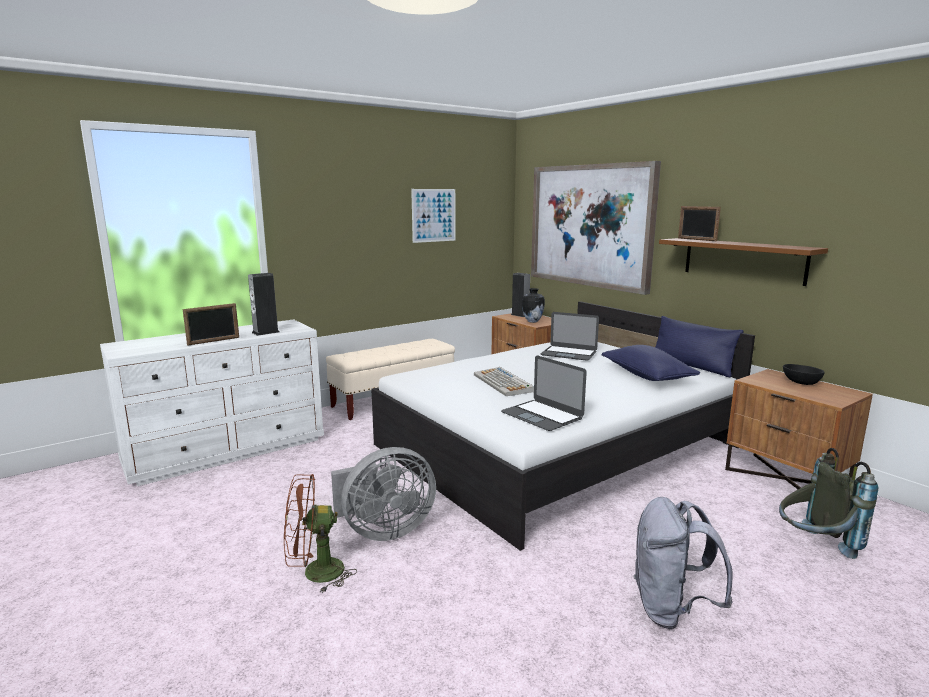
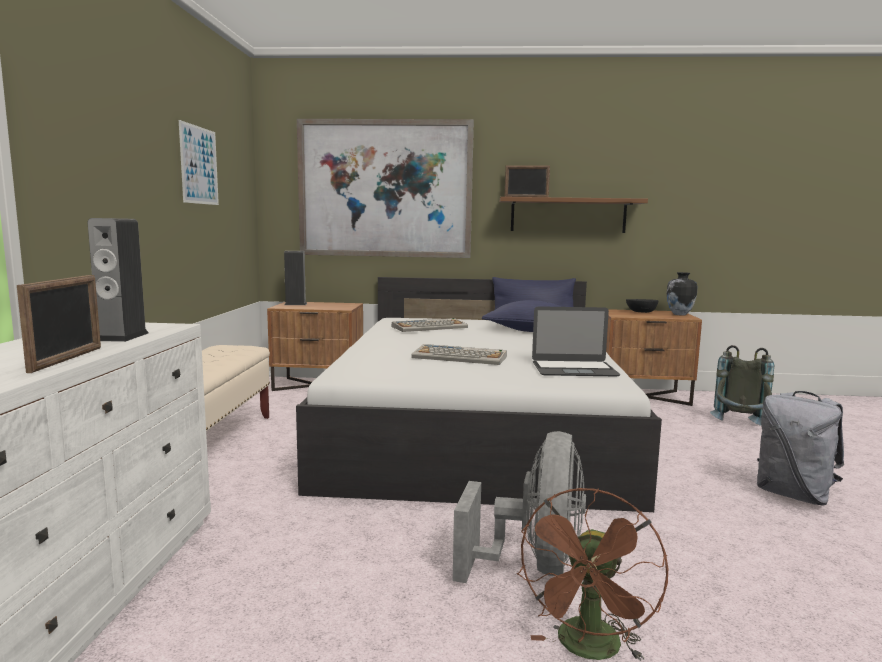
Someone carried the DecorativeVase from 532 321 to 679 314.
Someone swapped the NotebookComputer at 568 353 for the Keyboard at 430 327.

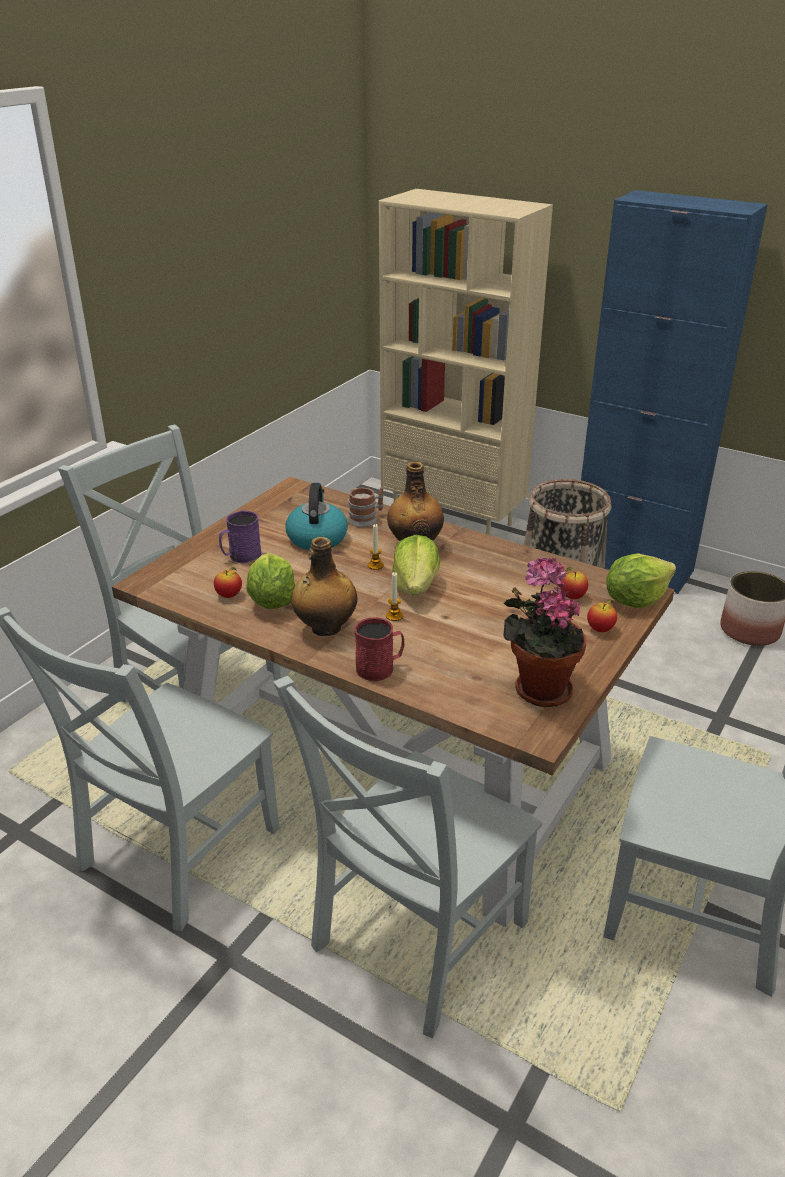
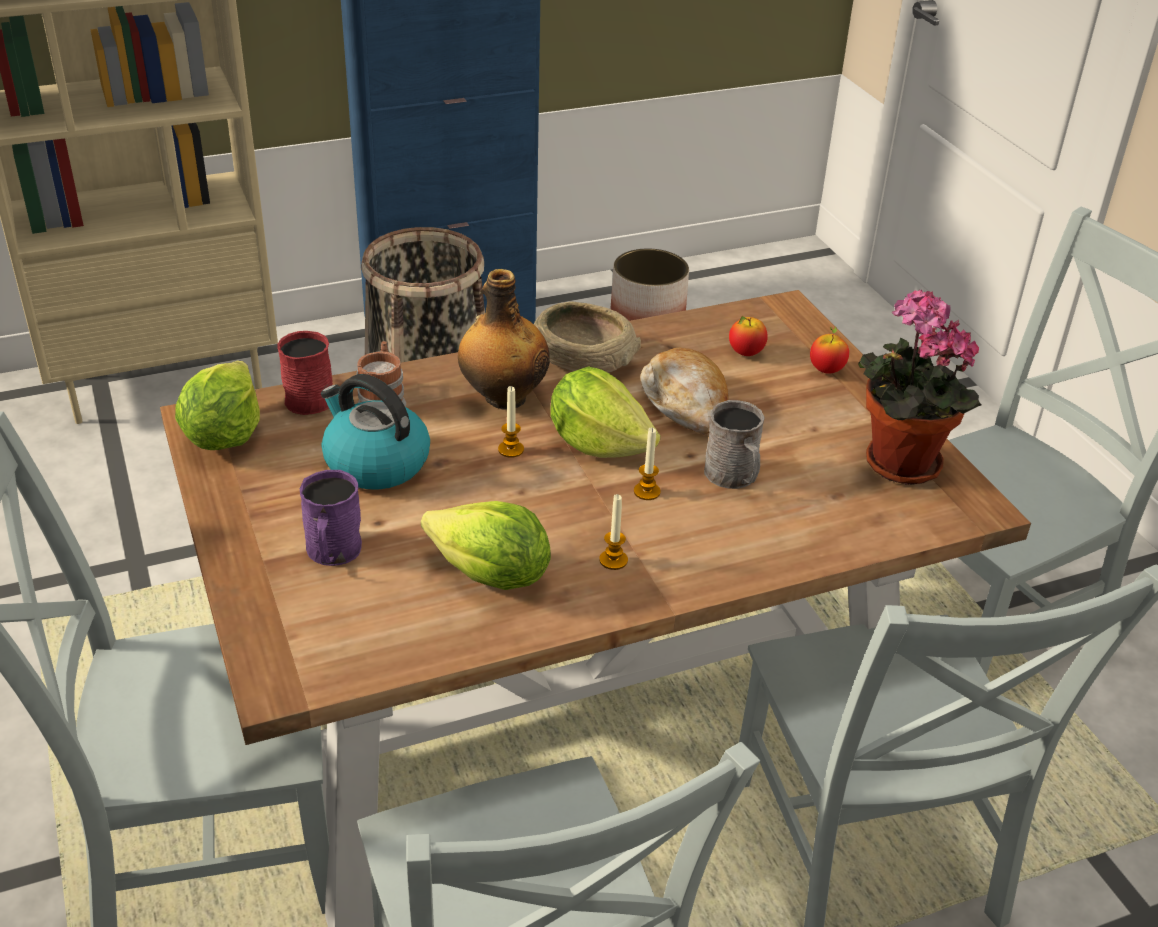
Someone took away the WholeApple at 229 595.
Someone put down the BeigeColouredServingBowl at 583 358.
Someone put down the Bread at 686 402.
Someone put down the GrayTeaMug at 734 477.
Someone carried the RedColouredTeaMug from 380 668 to 312 396.
Someone carried the LettuceHead from 635 600 to 224 435.
Someone swapped the DrinkBottle at 325 628 for the WaxLight at 613 560.

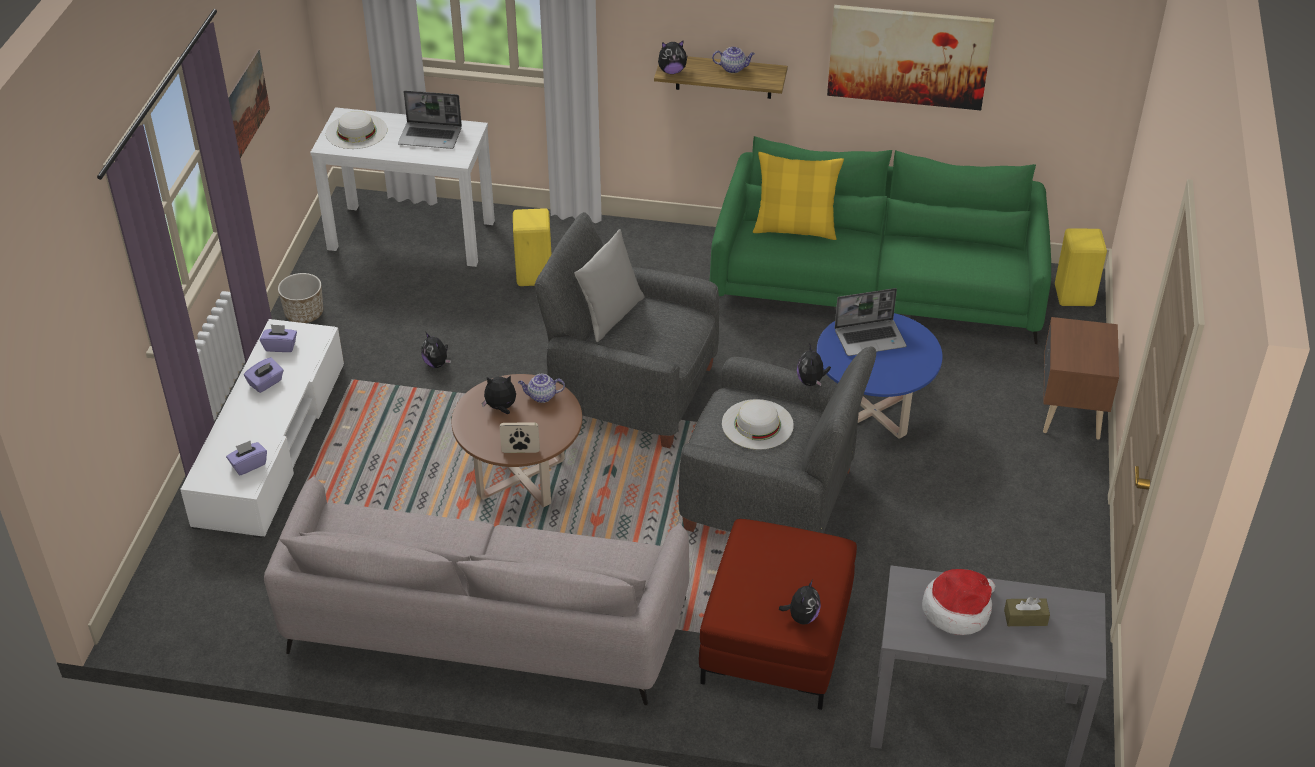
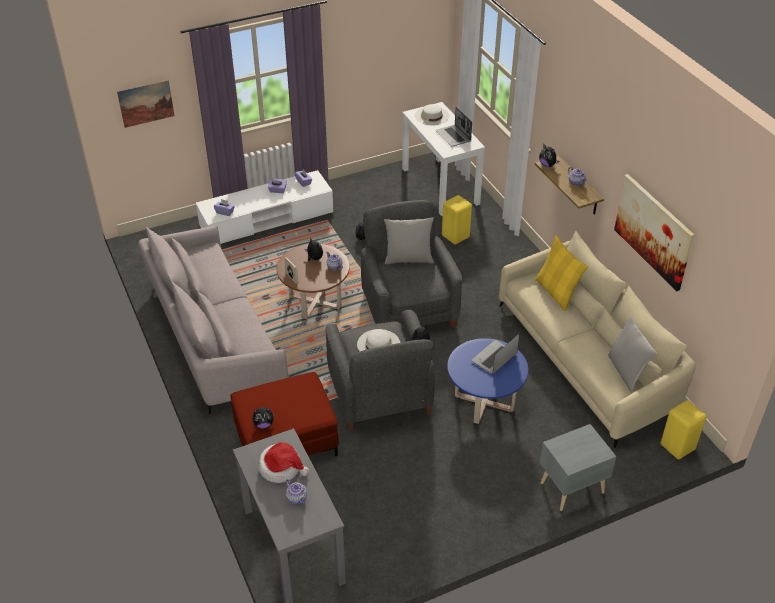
Someone took away the PlantPot at 304 314.
Someone put down the GrayCushion at 626 372.
Someone carried the WallArt from 247 103 to 146 103.
Someone swapped the BrownTissueBox at 1025 618 for the TeaPot at 297 498.
Someone repainted the GreenSofa at 877 287, which became the BeigeColouredSofa at 587 359.
Someone repainted the BrownBedsideTable at 1069 411, which became the GrayBedsideTable at 570 487.
Someone rotated the NotebookComputer at 870 338 by 90 degrees clockwise.

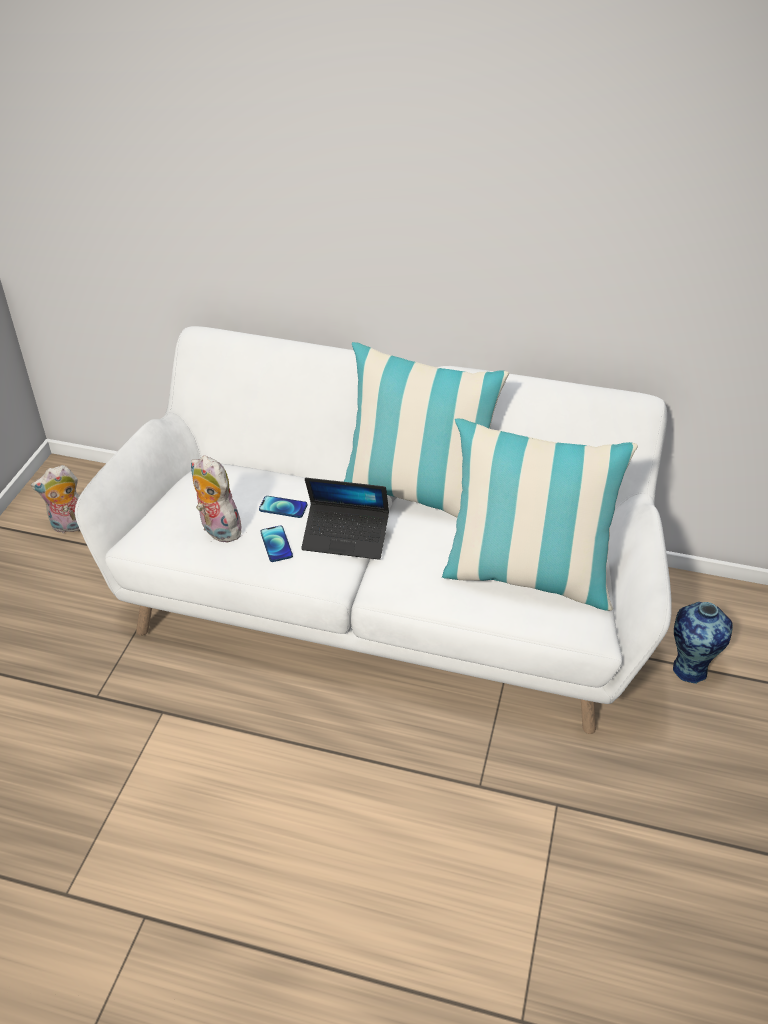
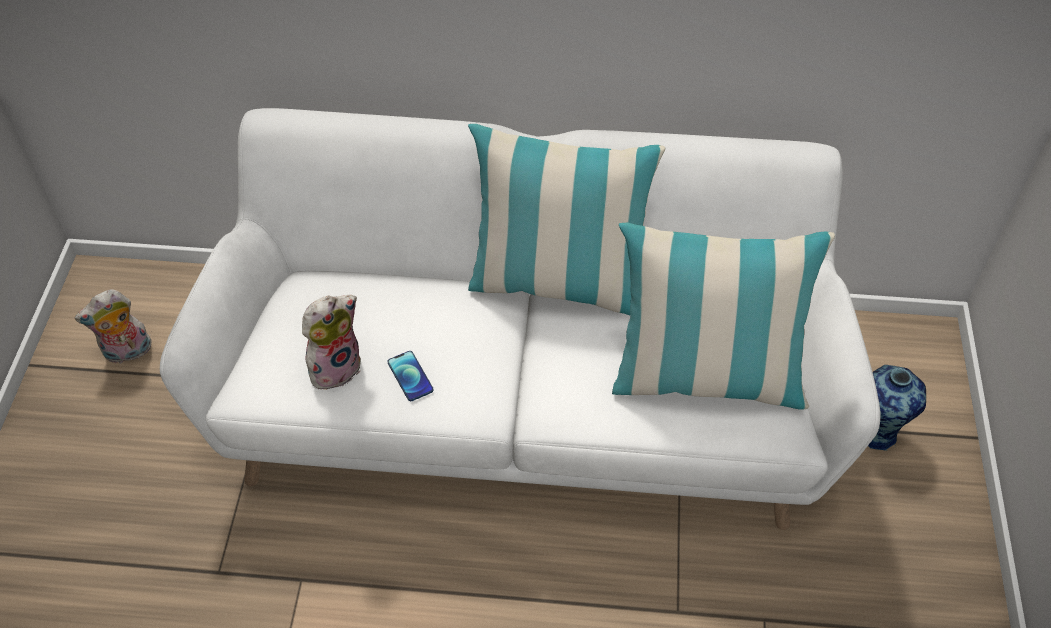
Someone took away the Phone at 283 507.
Someone took away the NotebookComputer at 346 537.
Someone rotated the SoftToy at 217 529 by 105 degrees clockwise.

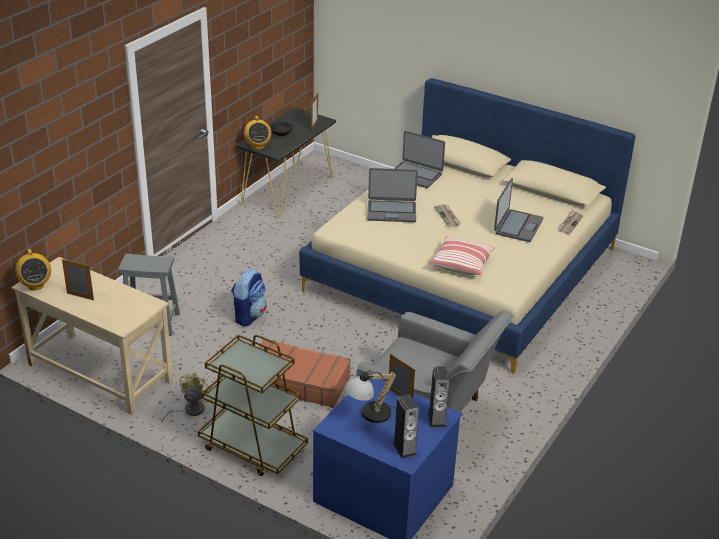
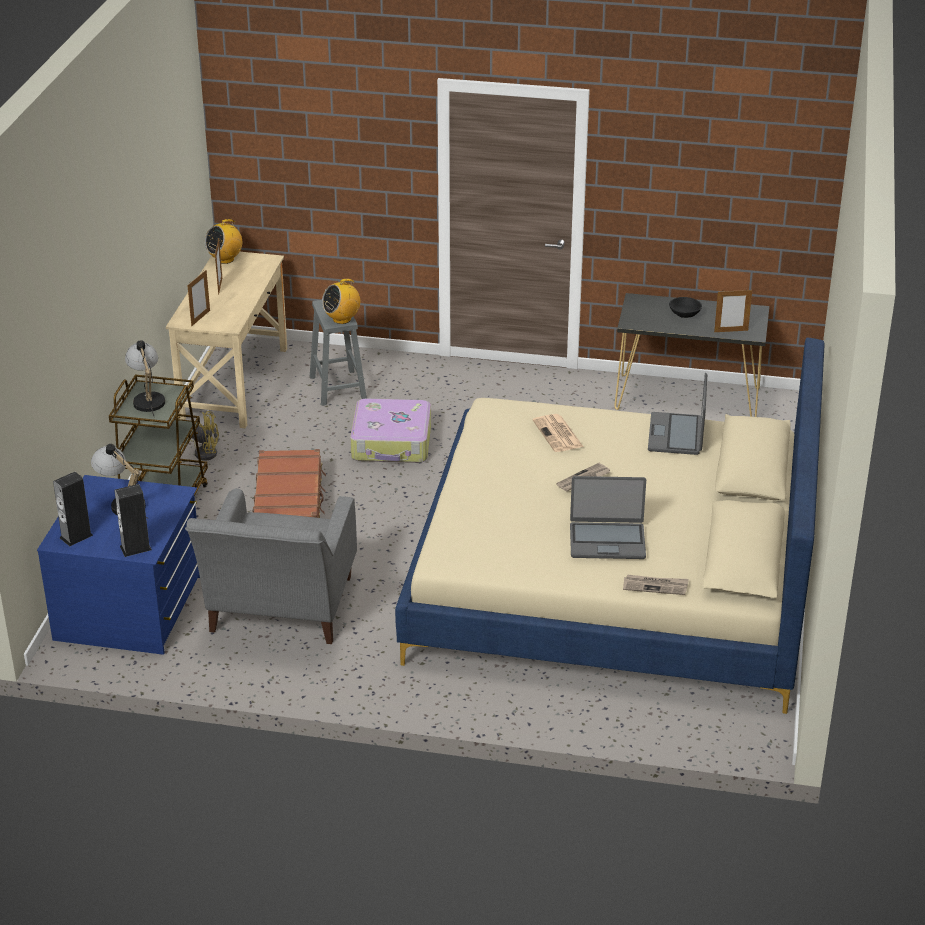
Someone took away the Cushion at 461 263.
Someone put down the LampForATable at 147 398.
Someone carried the Radio from 257 146 to 342 319.
Someone carried the PictureFrame from 400 396 to 200 318.
Someone swapped the Backpack at 249 315 for the TravelCase at 392 443.
Someone swapped the NotebookComputer at 391 211 for the DailyPaper at 558 434.

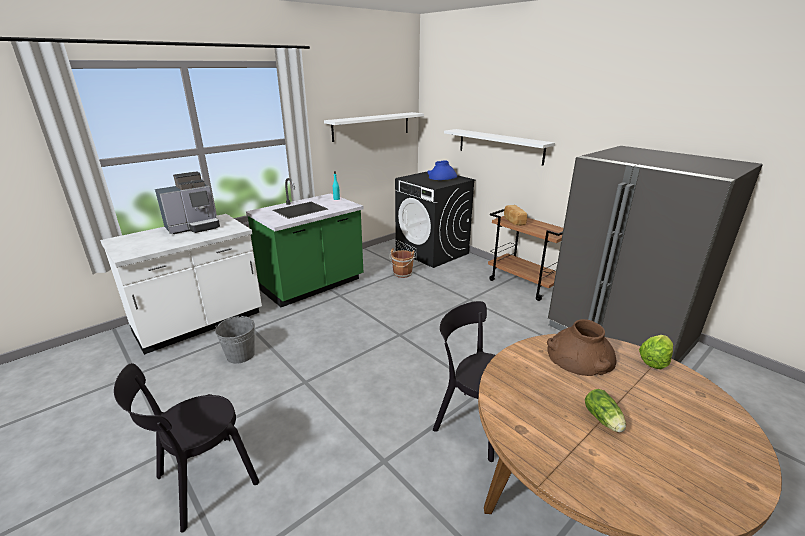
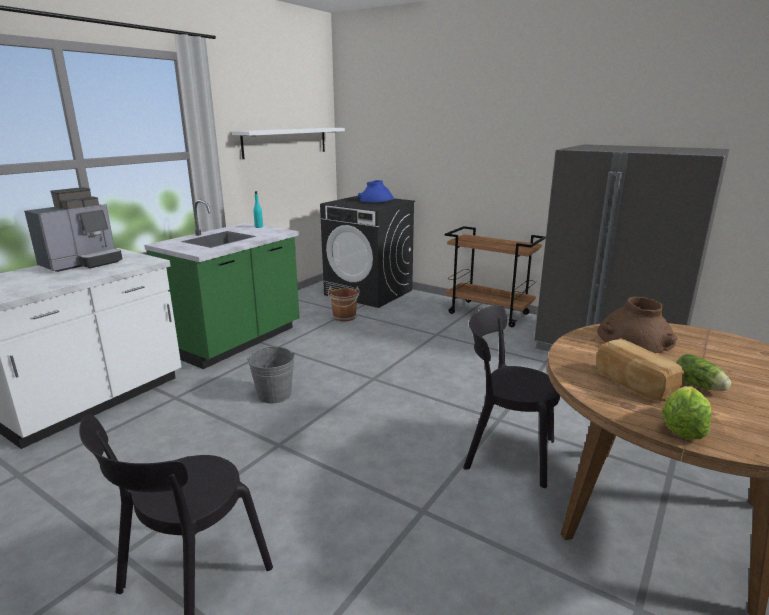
Someone took away the WhiteColouredWallShelf at 499 146.
Someone carried the GrayPail from 240 355 to 274 394.
Someone carried the Bread from 513 221 to 633 384.
Someone carried the LettuceHead from 654 361 to 682 428.

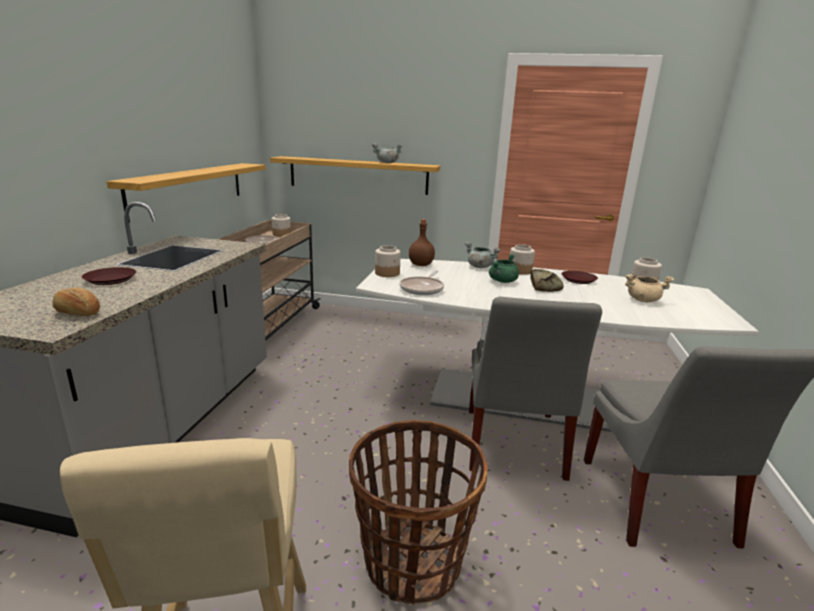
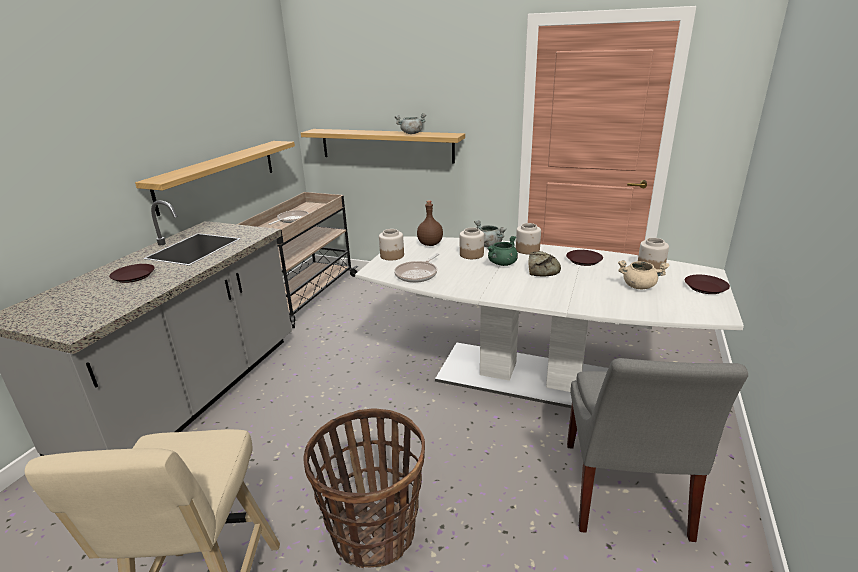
Someone took away the Bread at 77 313.
Someone took away the GrayChair at 513 446.
Someone put down the BrownPlate at 705 287.
Someone carried the StorageJar from 282 234 to 471 255.

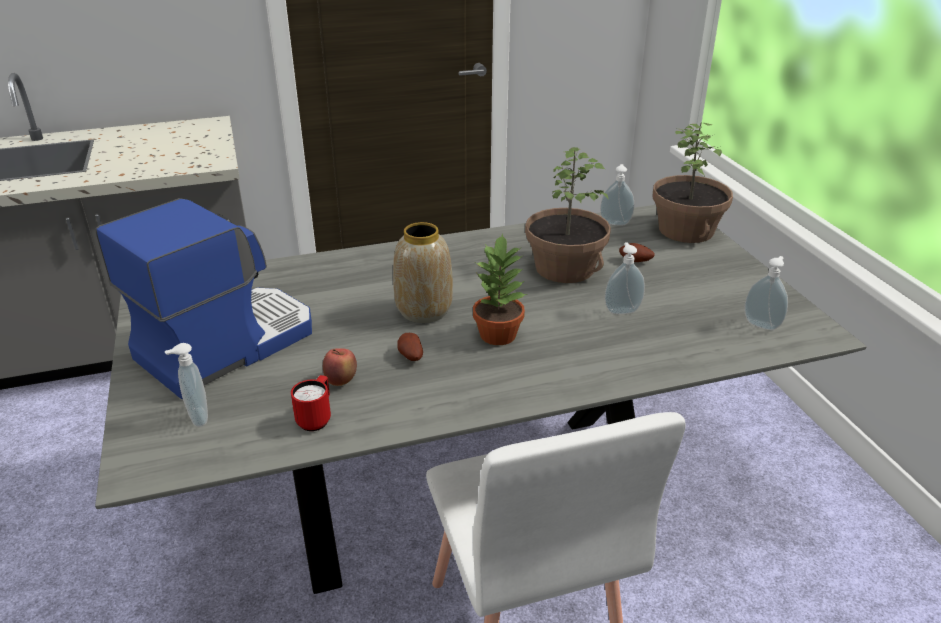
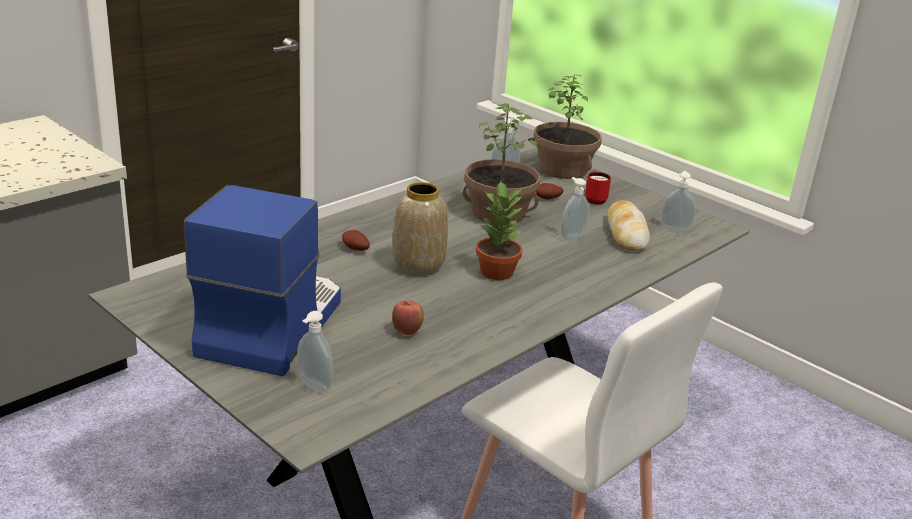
Someone put down the Bread at 626 233.
Someone carried the RedColouredTeaMug from 316 418 to 594 199.
Someone carried the Potato from 410 356 to 355 249.

